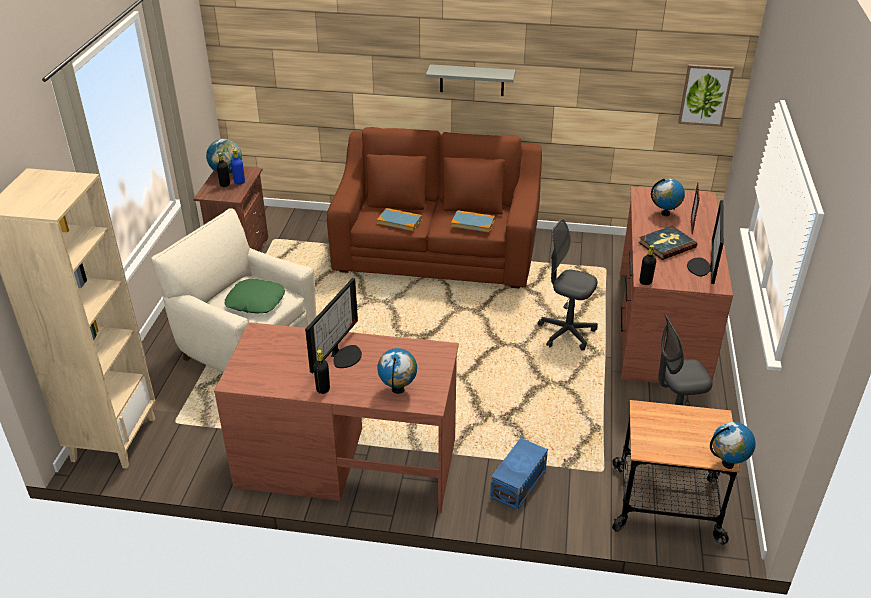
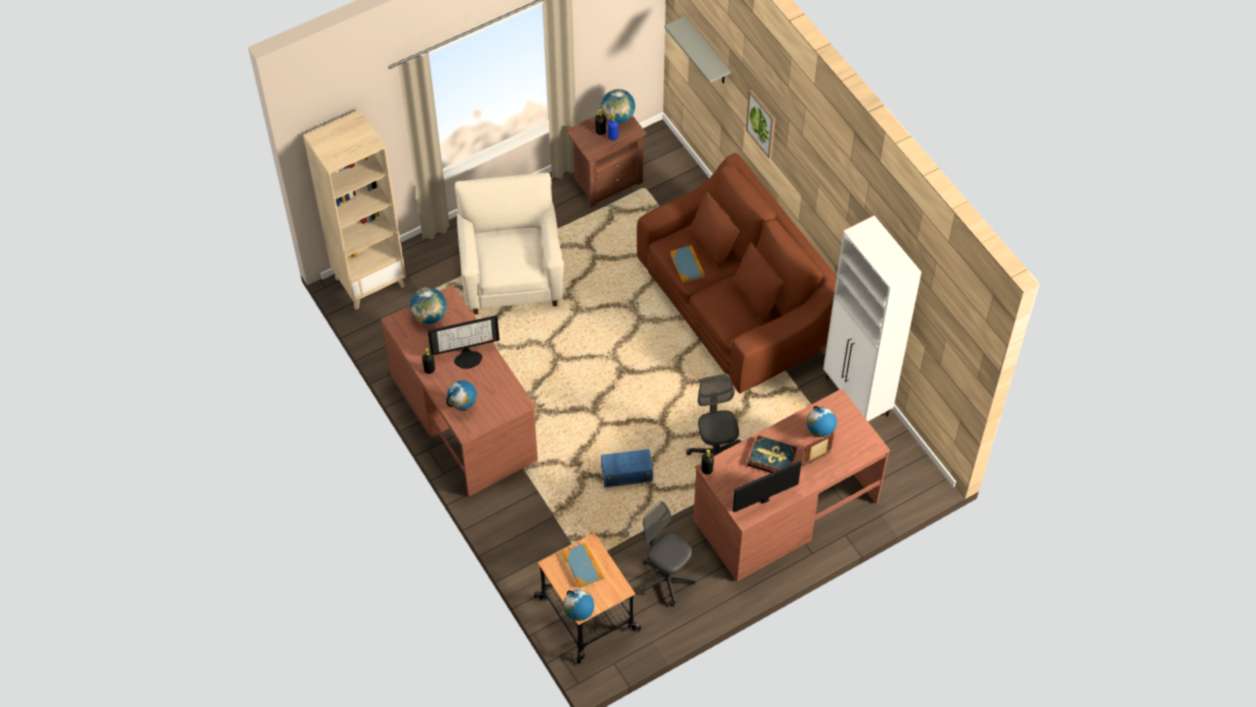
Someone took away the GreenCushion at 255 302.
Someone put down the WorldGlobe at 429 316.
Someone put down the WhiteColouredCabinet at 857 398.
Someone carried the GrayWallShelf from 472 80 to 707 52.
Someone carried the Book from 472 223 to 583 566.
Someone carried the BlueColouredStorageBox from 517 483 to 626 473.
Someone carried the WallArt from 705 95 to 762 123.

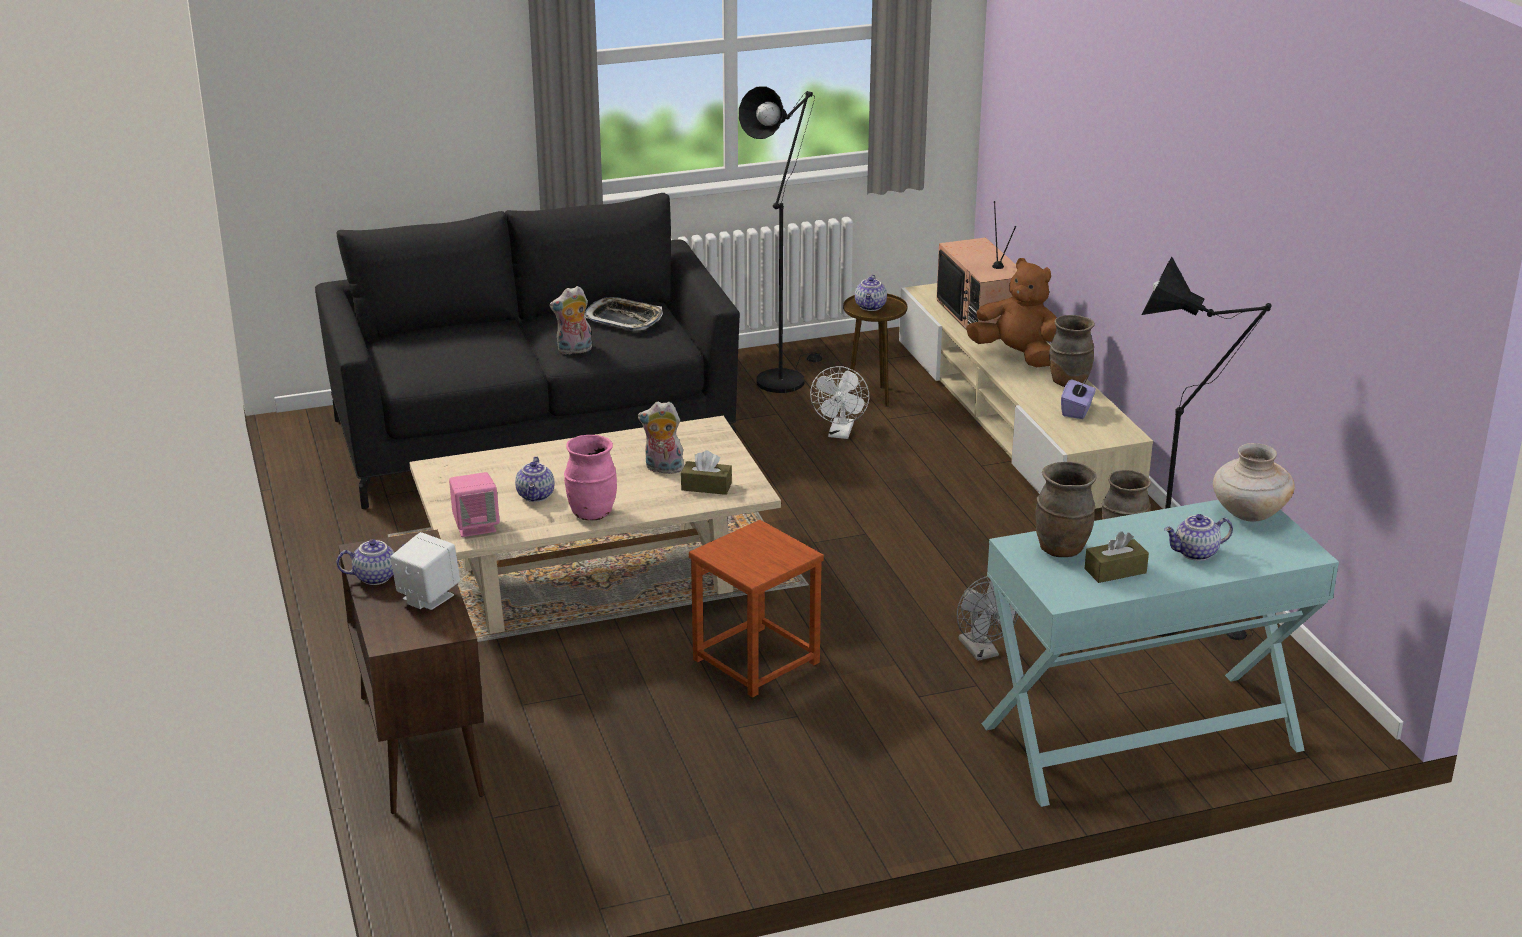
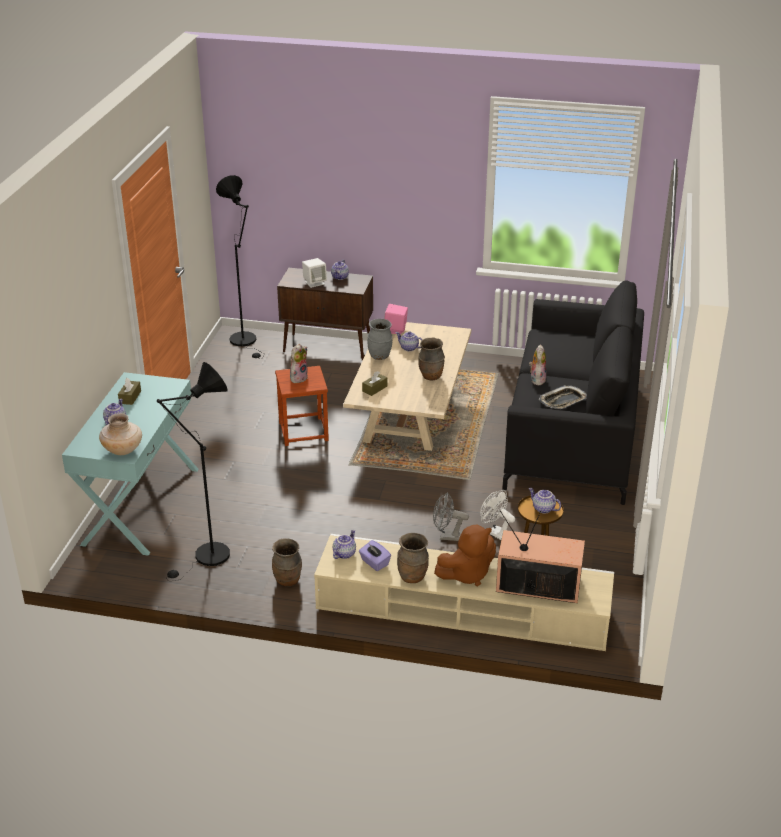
Someone put down the TeaPot at 344 553.
Someone carried the SoftToy from 662 469 to 298 378.
Someone carried the BlackishFloorLamp from 784 378 to 246 342.
Someone carried the GrayElectricFan from 982 652 to 447 536.
Someone carried the BrownDecorativeVase from 1062 549 to 431 376.
Someone repainted the PinkColouredDecorativeVase at 591 513, which became the GrayDecorativeVase at 380 356.

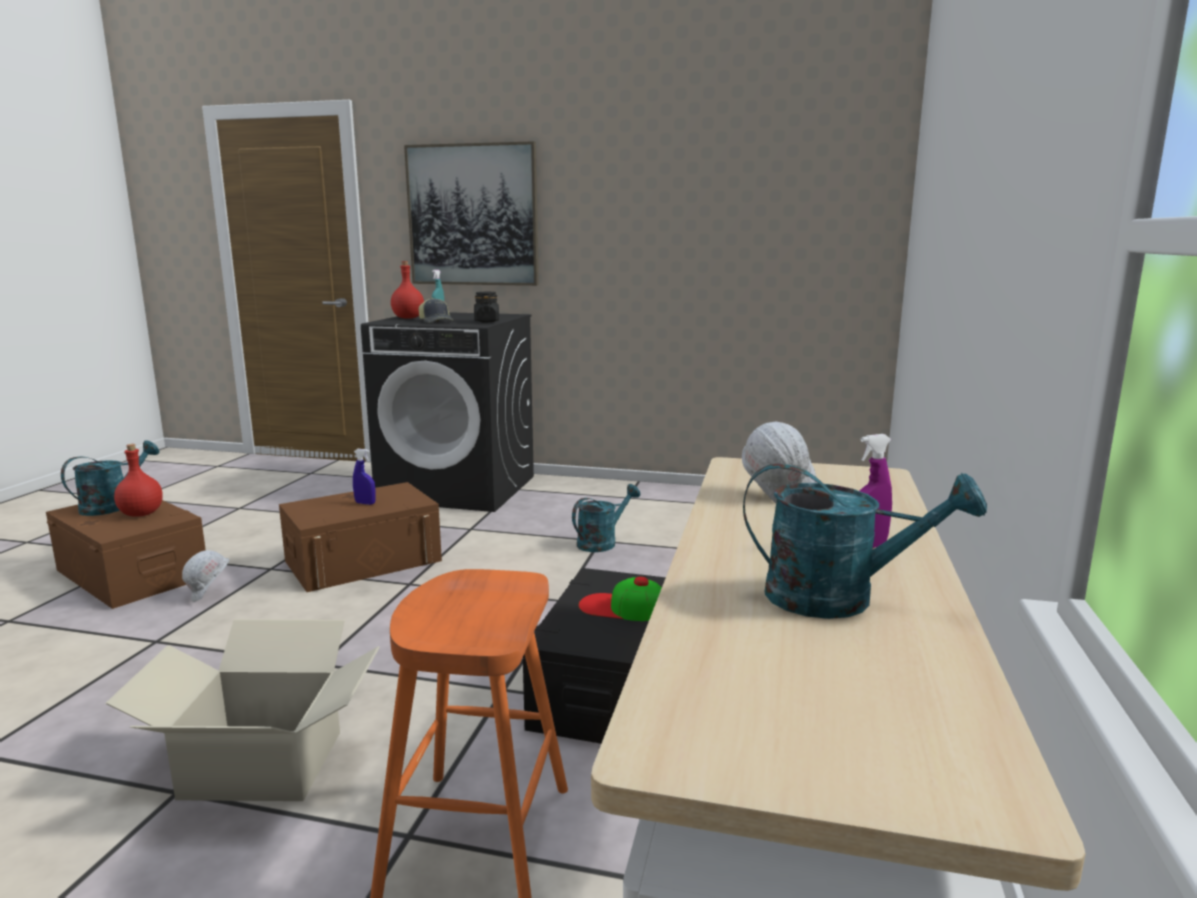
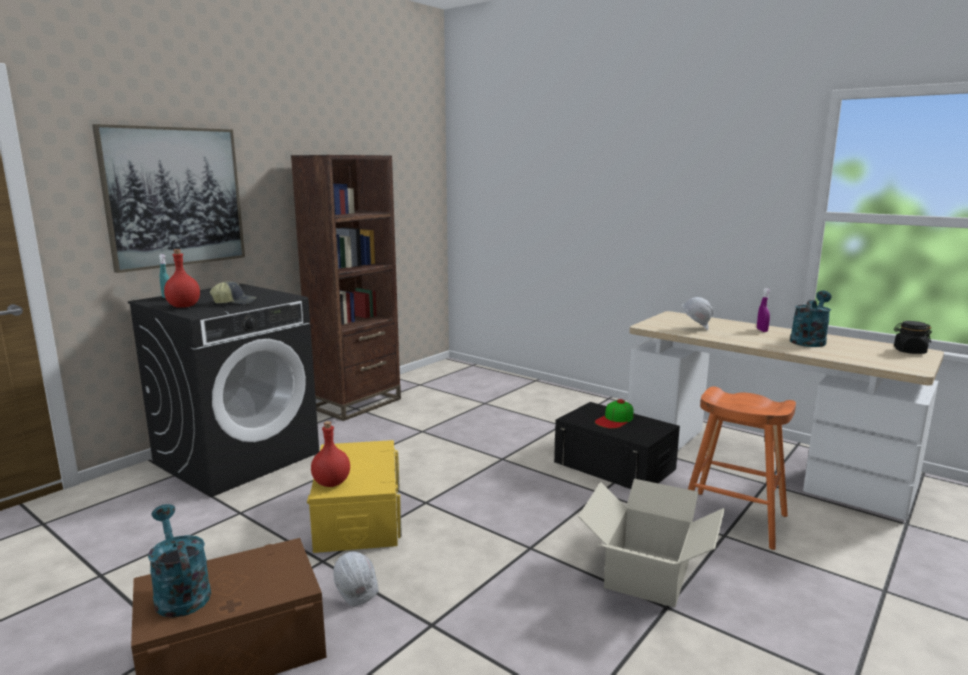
Someone took away the BlueColouredSprayBottle at 365 503.
Someone took away the TurquoiseWateringPot at 602 542.
Someone put down the BrownBookshelf at 356 403.
Someone carried the RedColouredDrinkBottle from 142 514 to 331 483.
Someone carried the BlackishStorageJar from 487 321 to 909 351.
Someone repainted the BrownStorageBox at 363 561, which became the YellowishStorageBox at 358 516.

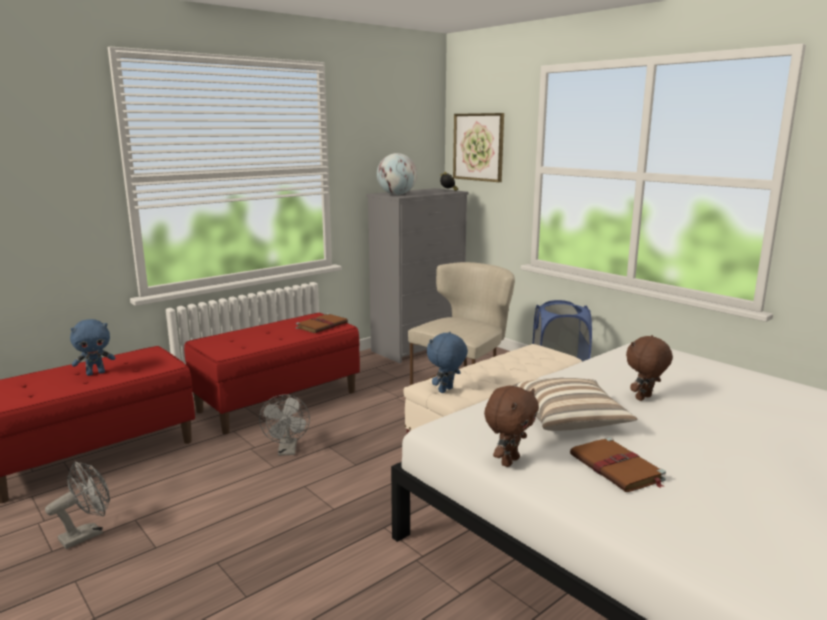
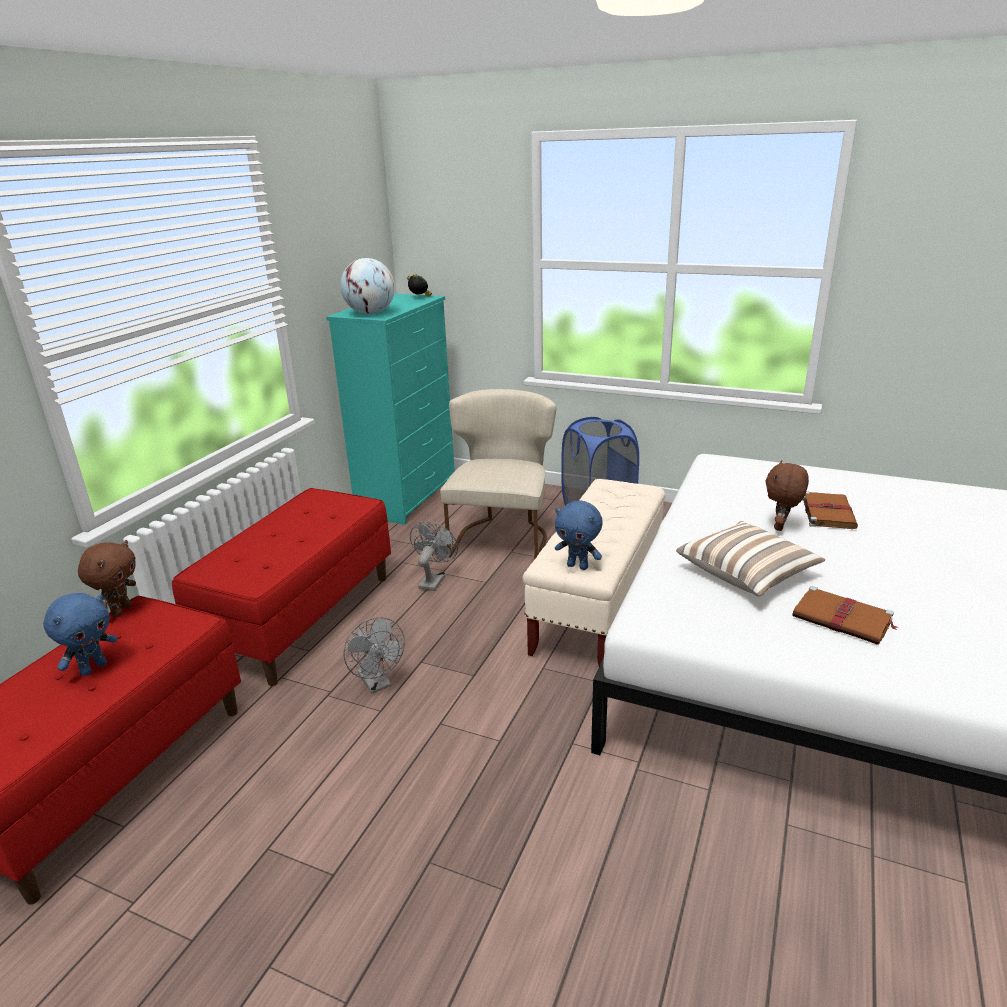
Someone took away the WallArt at 478 147.
Someone carried the GrayElectricFan from 87 534 to 433 580.
Someone carried the BrownBook from 322 325 to 827 512.
Someone carried the BrownSoftToy from 509 461 to 121 610.
Someone repainted the GrayChestOfDrawers at 419 347, which became the TurquoiseChestOfDrawers at 408 497.
Someone rotated the BlueColouredSoftToy at 446 390 by 75 degrees counterclockwise.

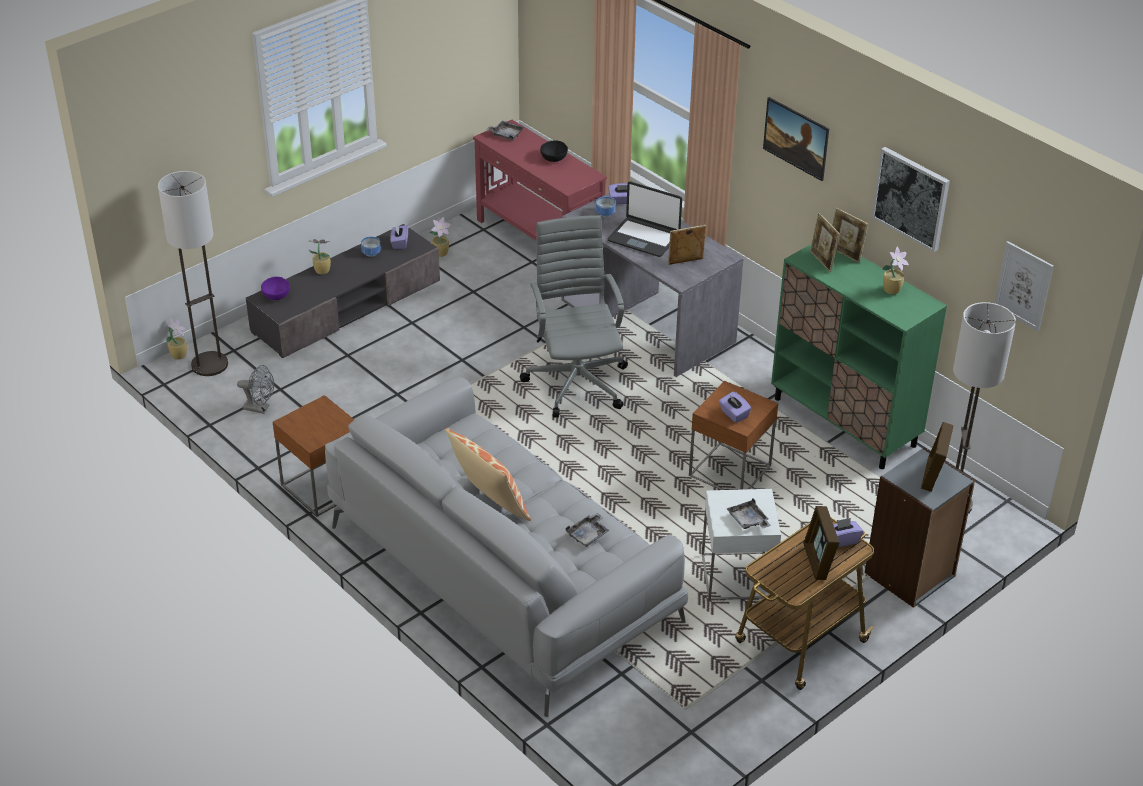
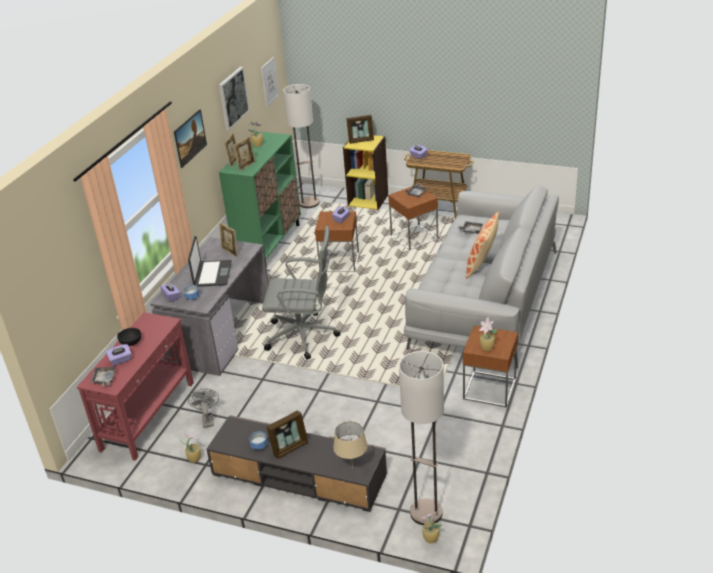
Someone carried the GrayElectricFan from 260 408 to 207 419.
Someone carried the PottedPlant from 321 270 to 487 348.
Someone carried the PurpleColouredTissueBox from 399 243 to 120 360.
Someone carried the PictureFrame from 818 562 to 290 448.
Someone swapped the PurpleColouredServingBowl at 277 296 for the BeigeColouredLampForATable at 352 468.
Someone repainted the WhiteColouredEndTable at 736 576, which became the BrownEndTable at 414 237.
Someone repainted the GrayBookshelf at 910 575, which became the YellowishBookshelf at 368 200.
Someone rotated the GrayDeskChair at 577 381 by 135 degrees counterclockwise.

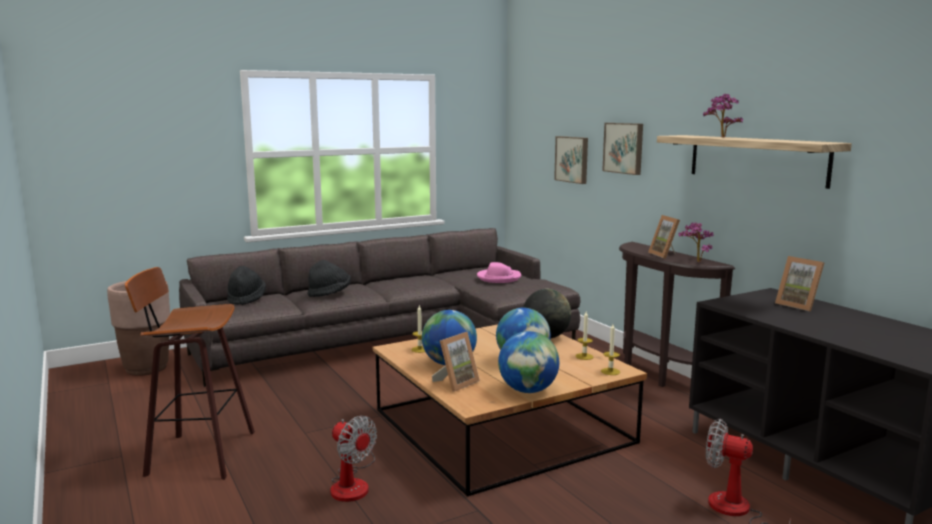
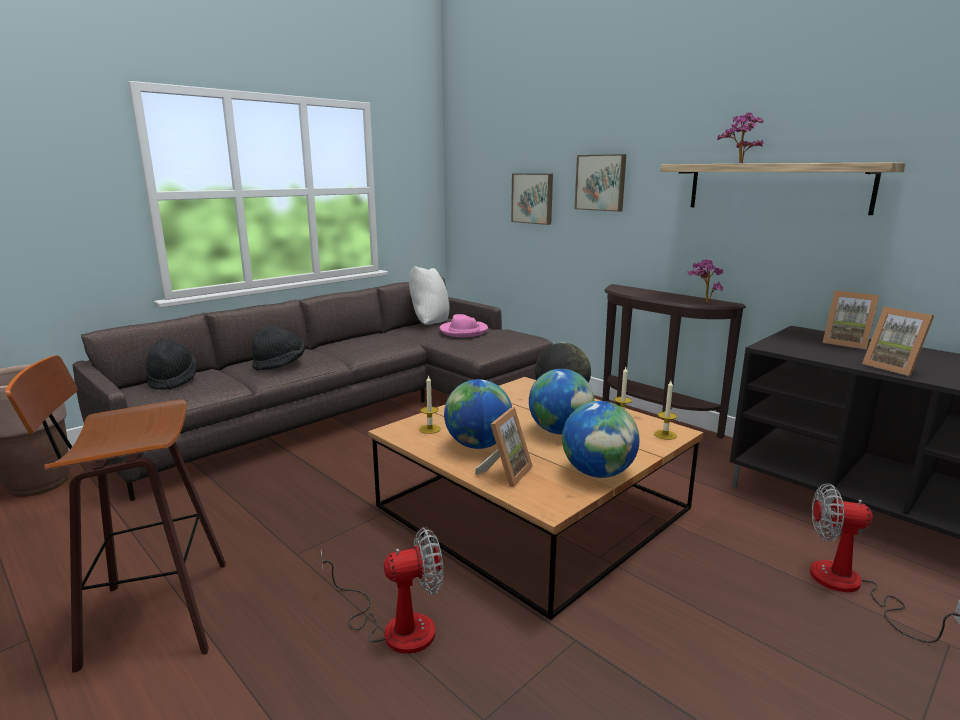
Someone put down the WhiteColouredCushion at 429 324.
Someone carried the PictureFrame from 665 255 to 893 368.
Someone rotated the ElectricFan at 353 483 by 45 degrees counterclockwise.

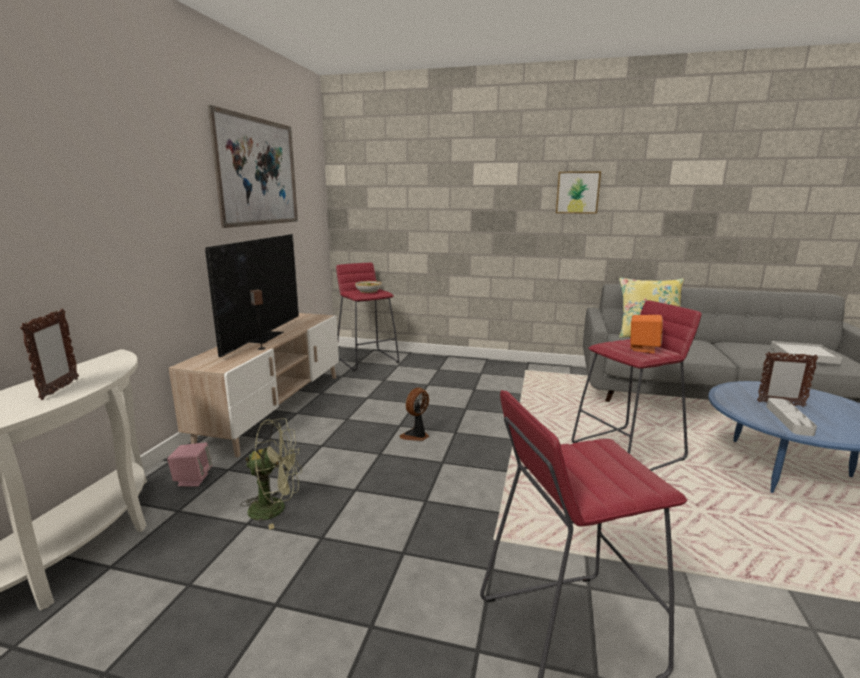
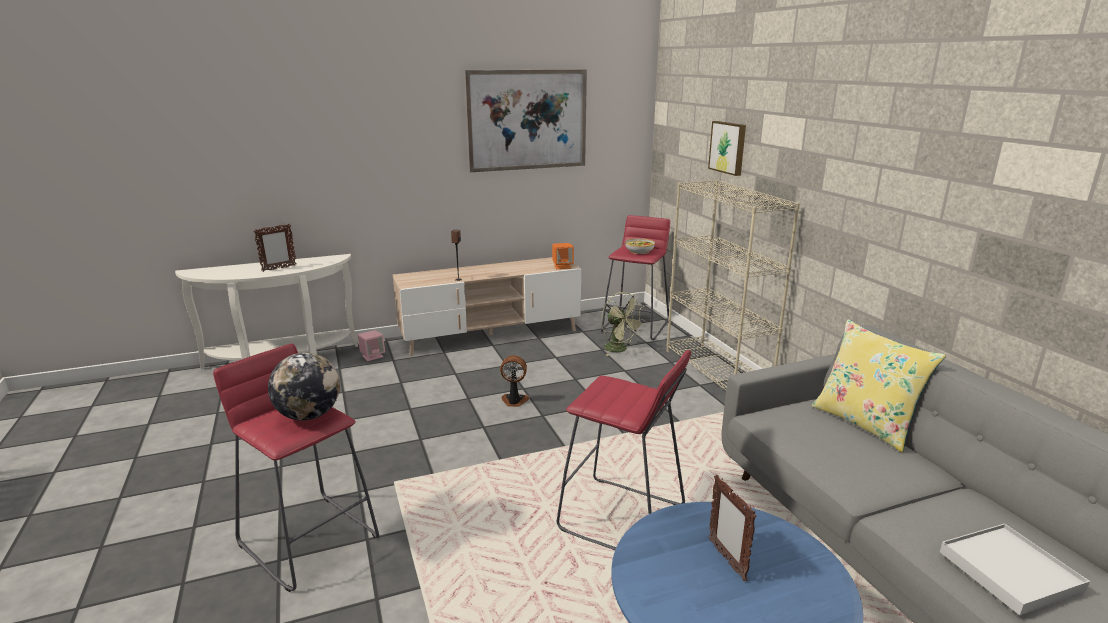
Someone took away the TvSet at 264 336.
Someone took away the GrayServingTray at 789 419.
Someone put down the WorldGlobe at 309 415.
Someone put down the BeigeColouredBookshelf at 717 371.
Someone carried the GreenElectricFan from 276 508 to 619 349.
Someone carried the WallArt from 577 192 to 728 147.
Someone carried the OrangeColouredSpeaker from 643 349 to 562 266.

